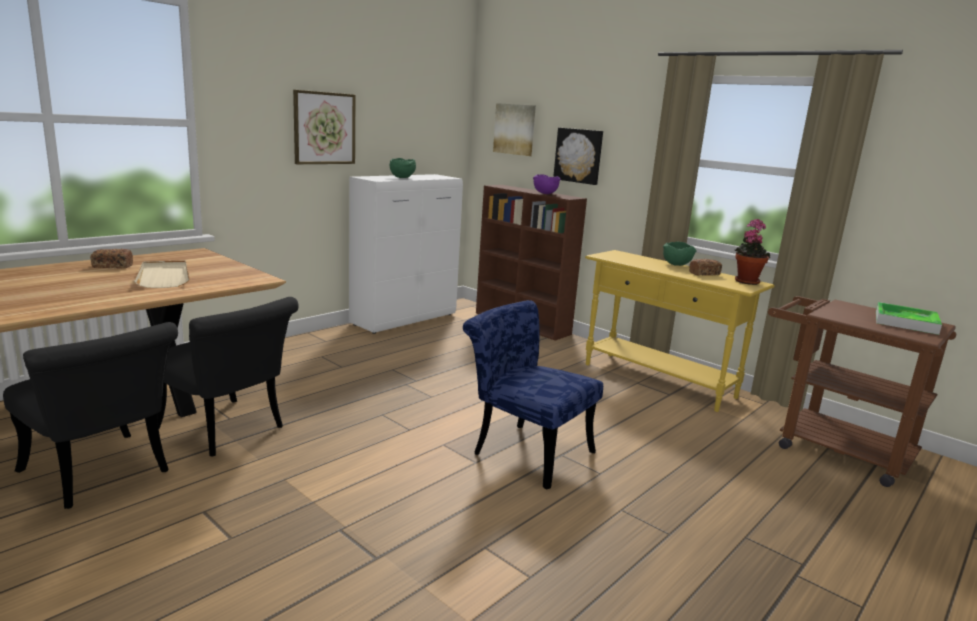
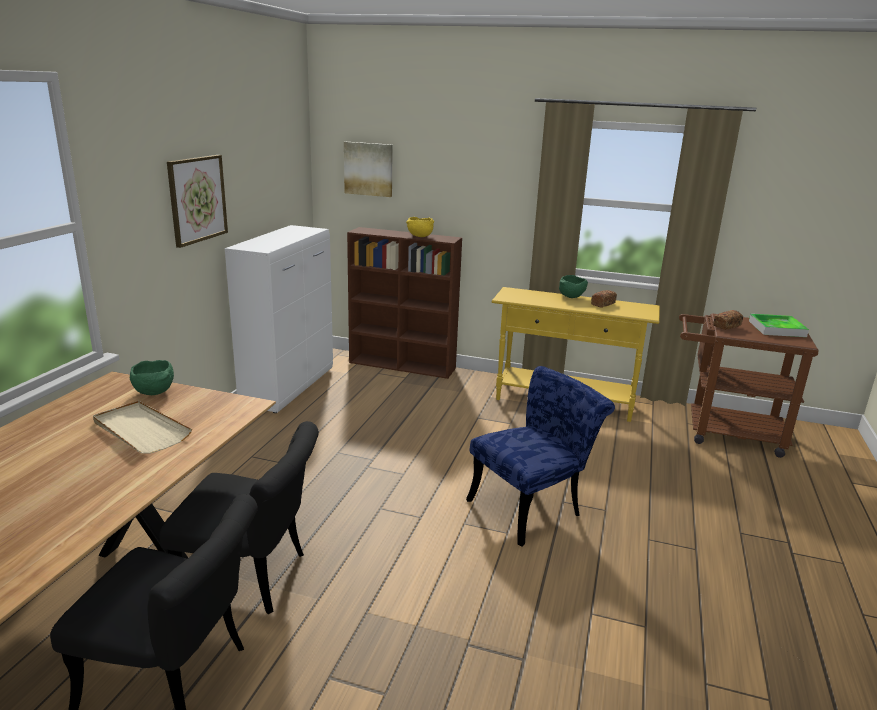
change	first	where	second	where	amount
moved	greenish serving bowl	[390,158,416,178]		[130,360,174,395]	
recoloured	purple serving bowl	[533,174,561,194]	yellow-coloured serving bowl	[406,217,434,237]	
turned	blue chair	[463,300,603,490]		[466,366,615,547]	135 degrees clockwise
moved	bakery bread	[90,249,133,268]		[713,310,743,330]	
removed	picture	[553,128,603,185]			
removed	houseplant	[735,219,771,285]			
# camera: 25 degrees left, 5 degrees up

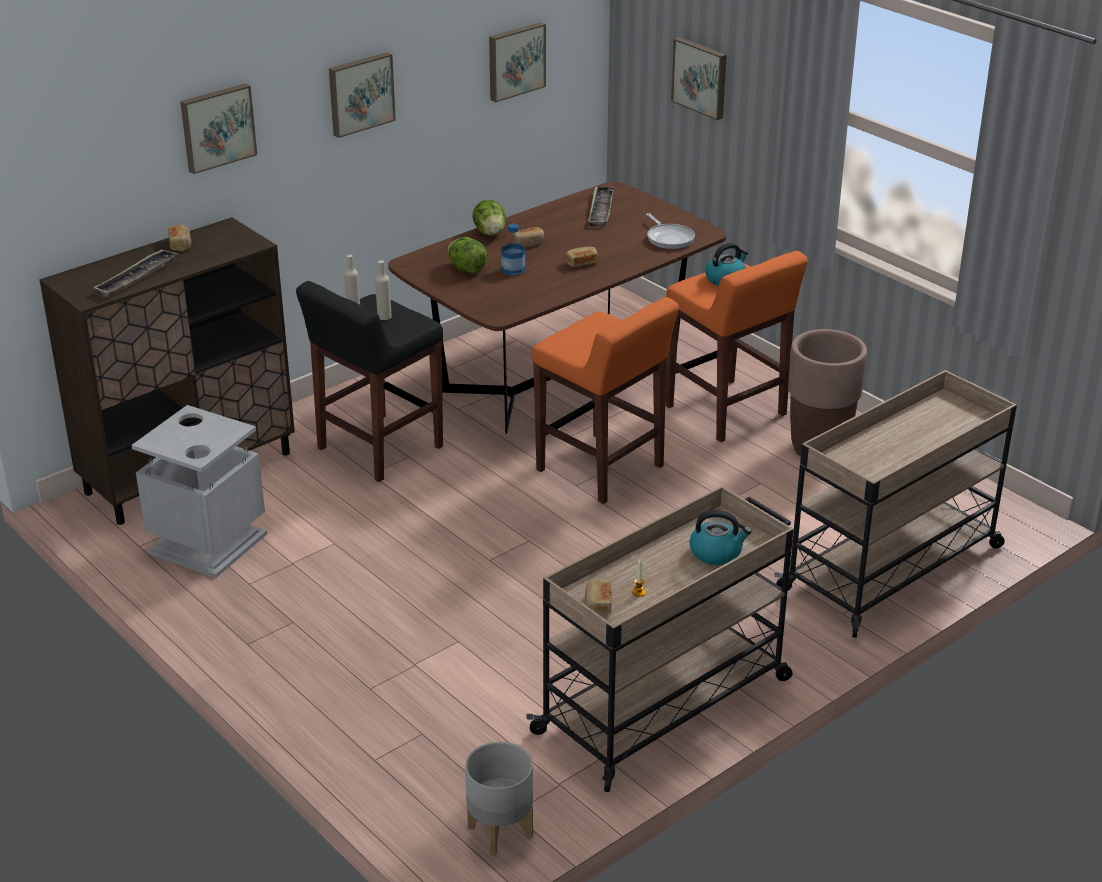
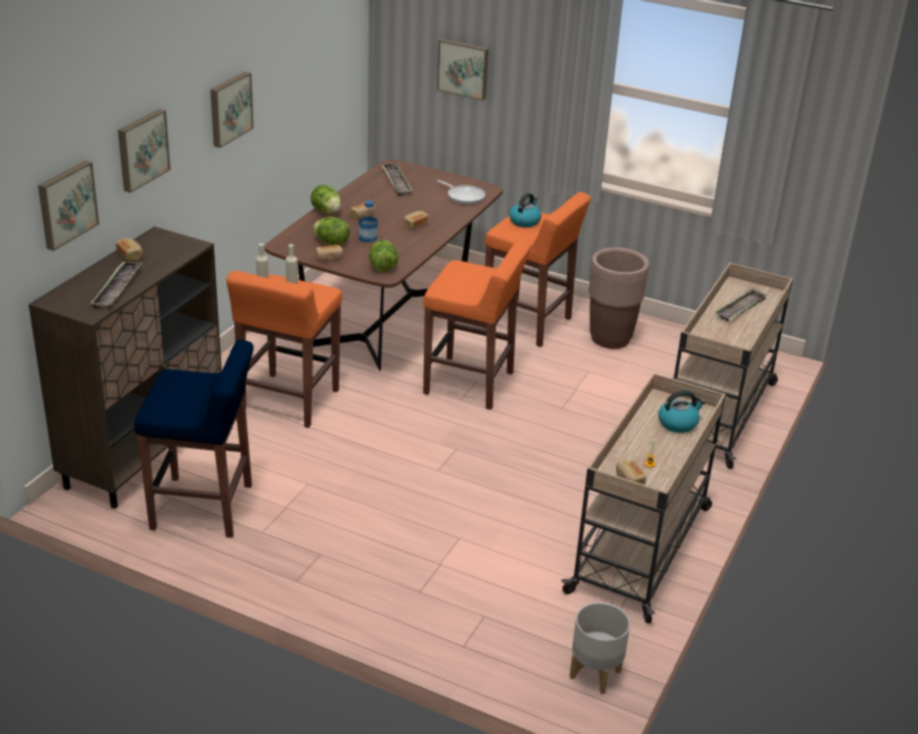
change	first	where	second	where	amount
moved	picture	[489,22,546,102]		[38,161,99,251]	
replaced	gray trash can	[131,405,267,578]	blue stool	[134,340,254,538]	
recoloured	blackish stool	[296,281,443,482]	orange stool	[226,271,342,428]	
added			bakery bread	[316,245,343,262]	
added			lettuce head	[369,240,398,272]	
added			carrying tray	[715,287,768,322]	
# camera: 25 degrees left, 0 degrees up

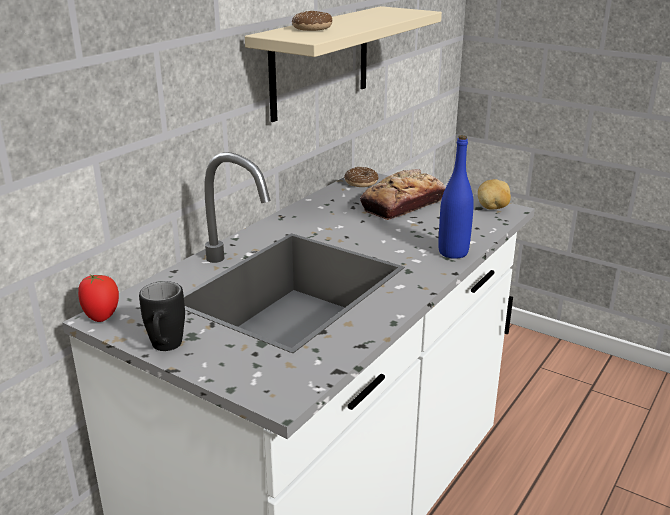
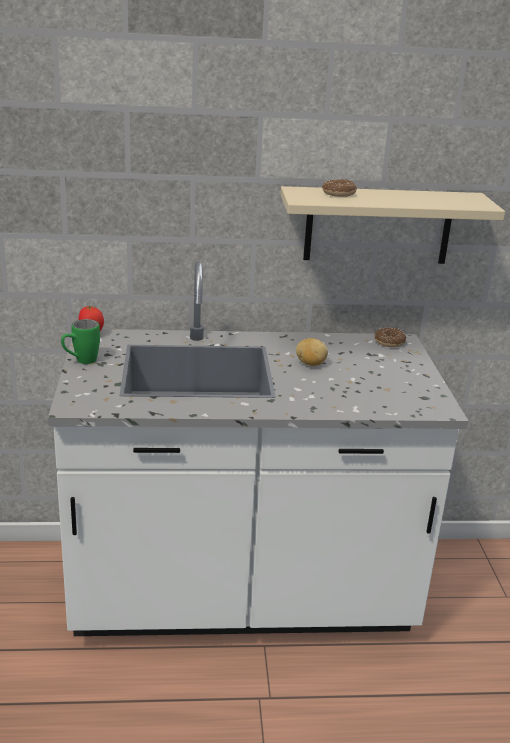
change	first	where	second	where	amount
recoloured	blackish mug	[139,281,185,351]	greenish mug	[61,319,100,364]	
moved	whole potato	[478,179,511,210]		[296,338,328,366]	
removed	bakery bread	[360,169,446,220]			
removed	blue beverage bottle	[438,135,474,259]			
# camera: 50 degrees right, 0 degrees up

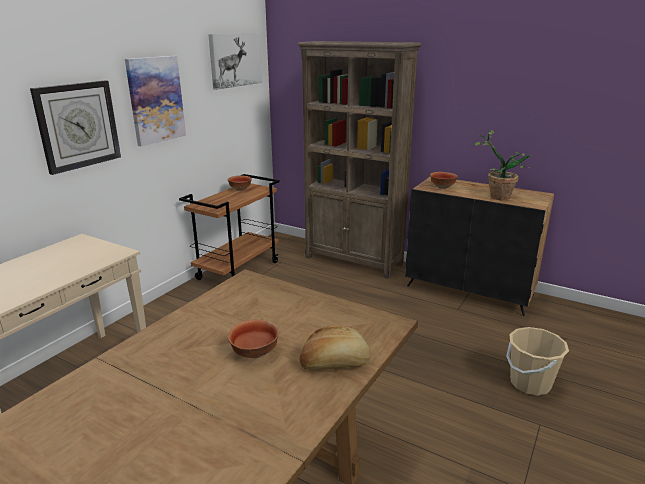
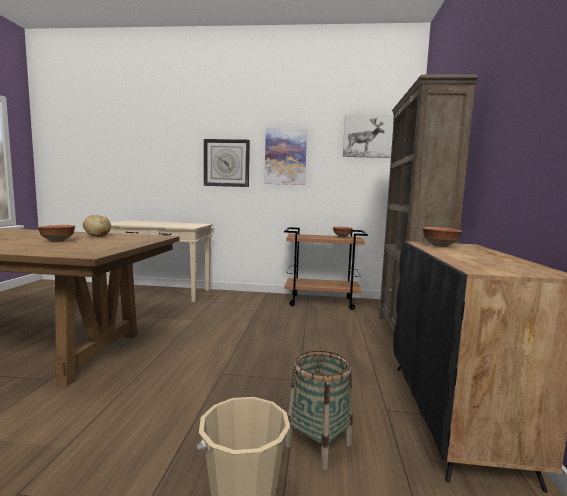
change	first	where	second	where	amount
moved	bakery bread	[299,325,371,371]		[83,215,111,237]	
added			household basket	[284,350,353,471]	
removed	houseplant	[475,130,532,200]			
# camera: 65 degrees right, 15 degrees down

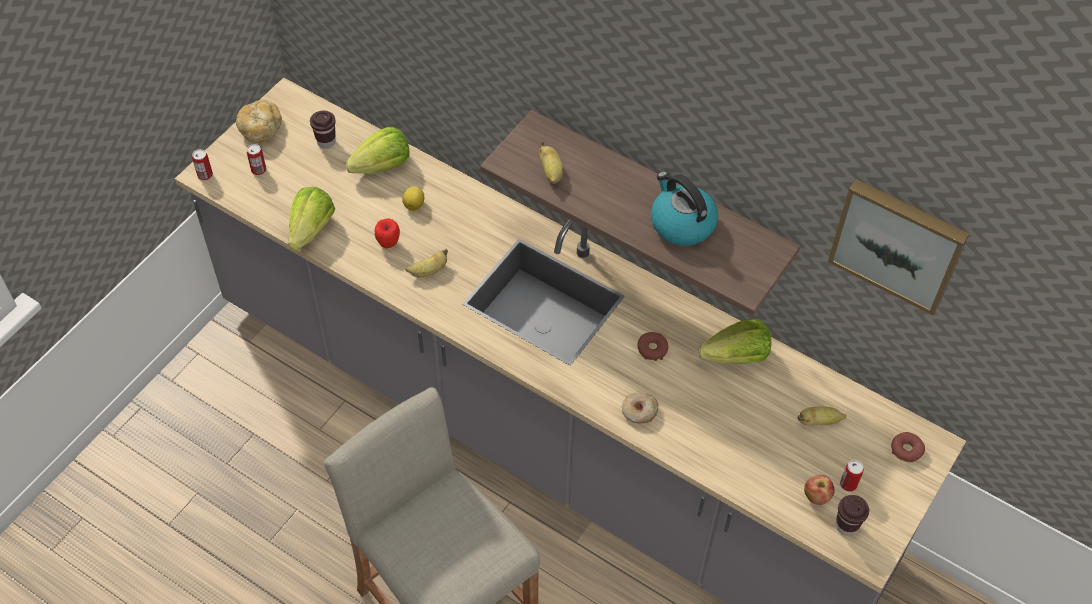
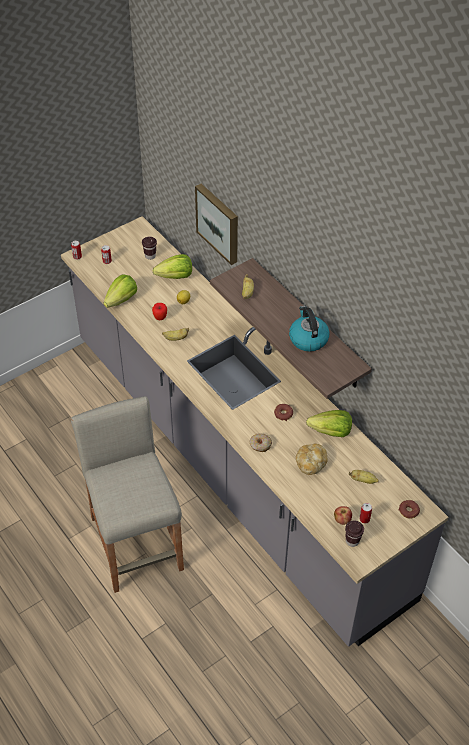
change	first	where	second	where	amount
moved	picture	[828,179,969,315]		[195,184,238,265]	
moved	bakery bread	[236,100,282,143]		[296,444,328,475]	
# camera: 20 degrees right, 5 degrees down

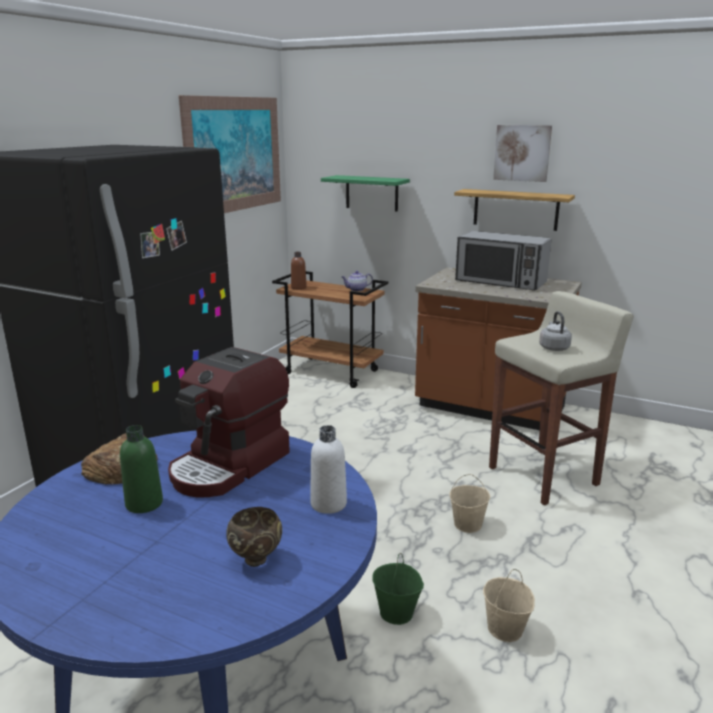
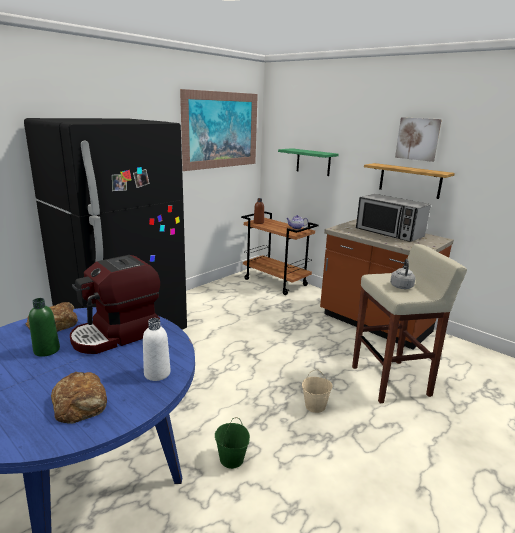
change	first	where	second	where	amount
replaced	brown-coloured serving bowl	[226,507,282,567]	bakery bread	[51,372,107,424]	
removed	sand-coloured pail	[483,569,535,642]			
# camera: 15 degrees right, 0 degrees up

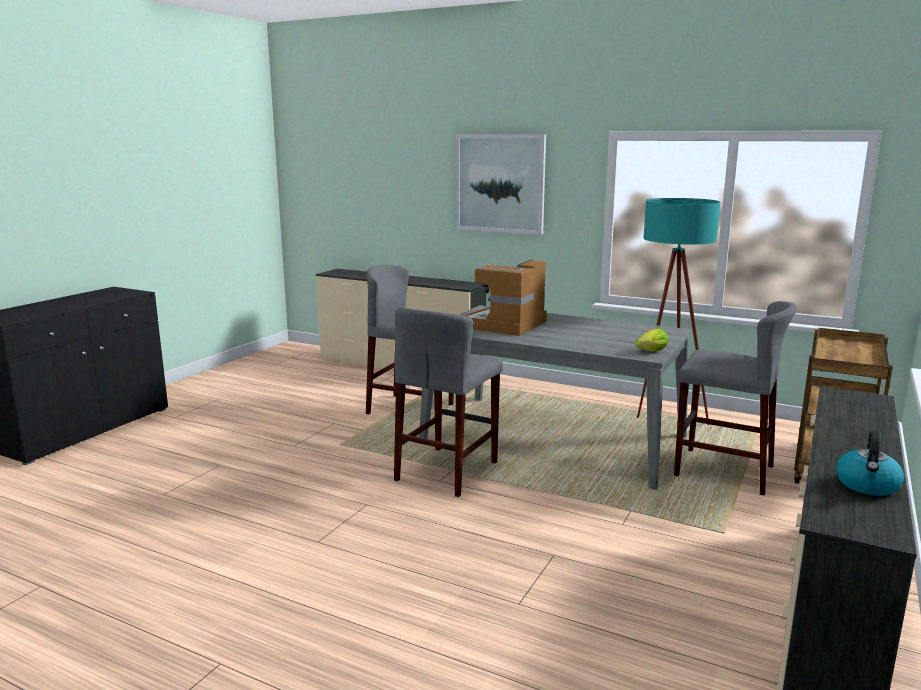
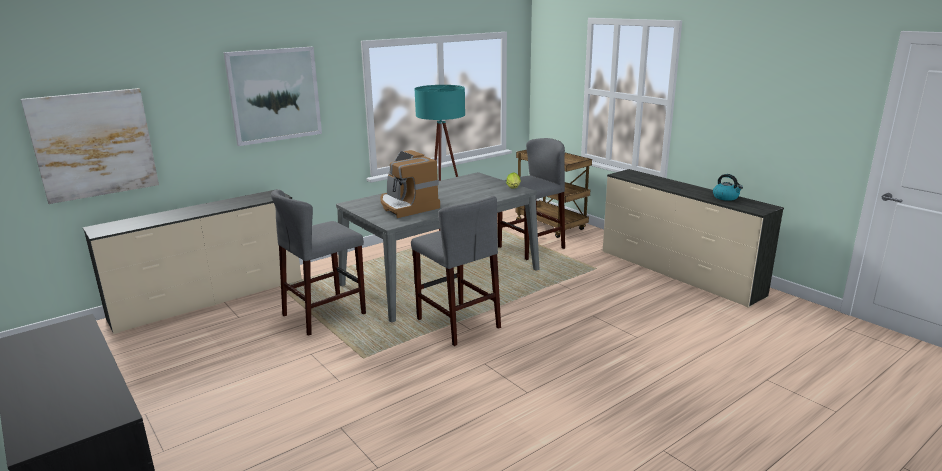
change	first	where	second	where	amount
added			picture	[21,88,159,204]	
# camera: 65 degrees left, 5 degrees up

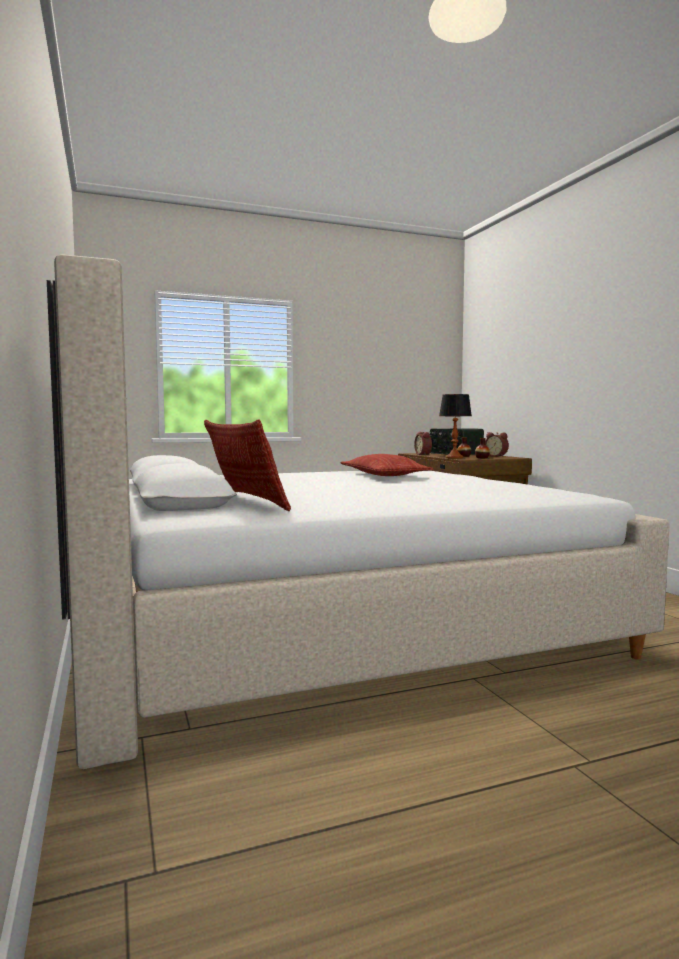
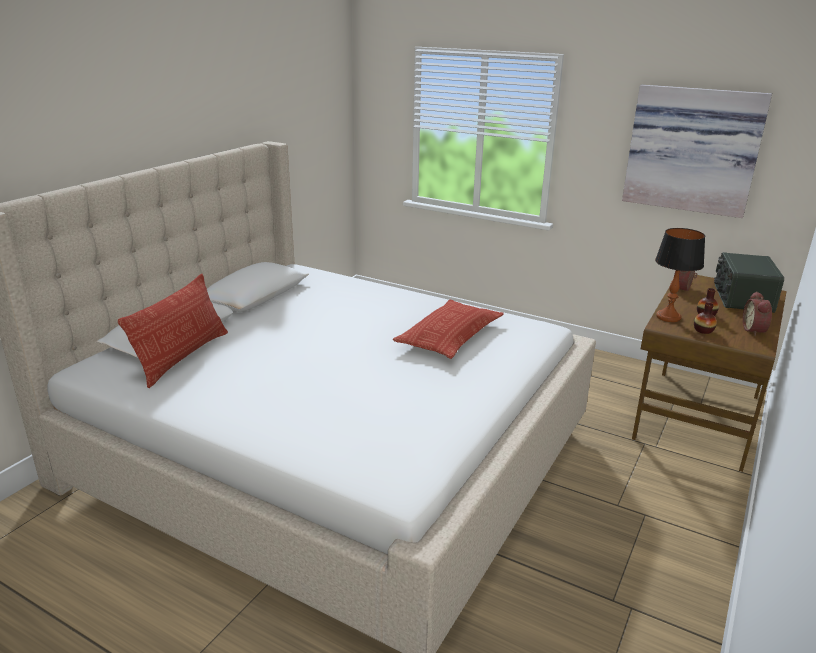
change	first	where	second	where	amount
added			picture	[622,85,772,218]	
# camera: 50 degrees right, 20 degrees up

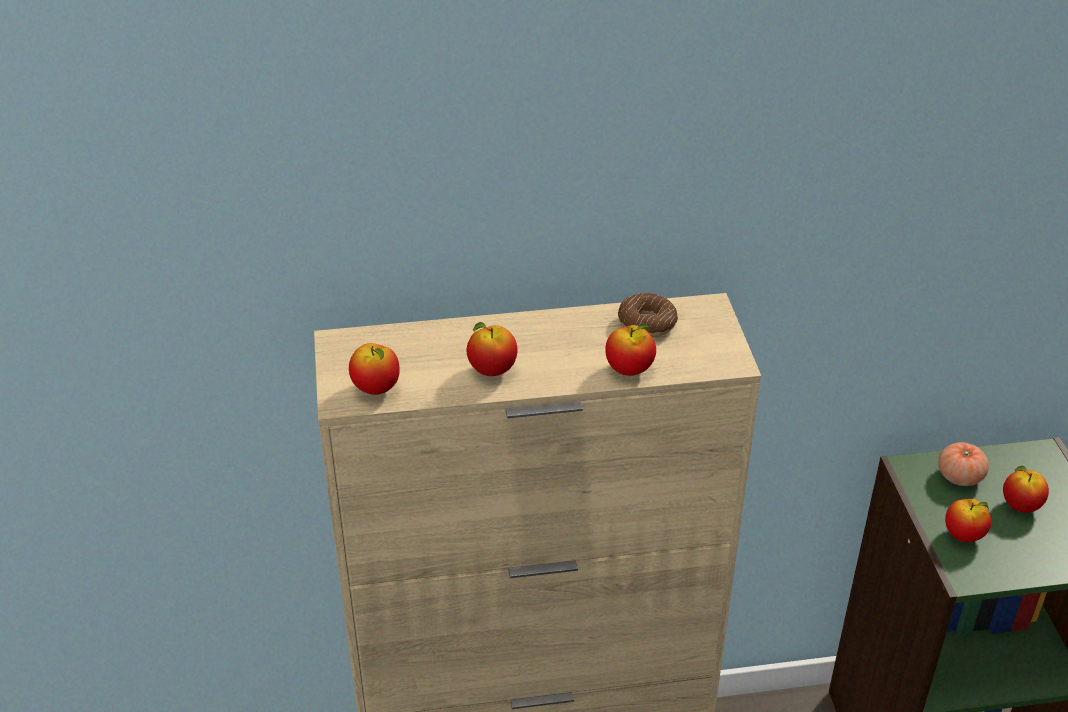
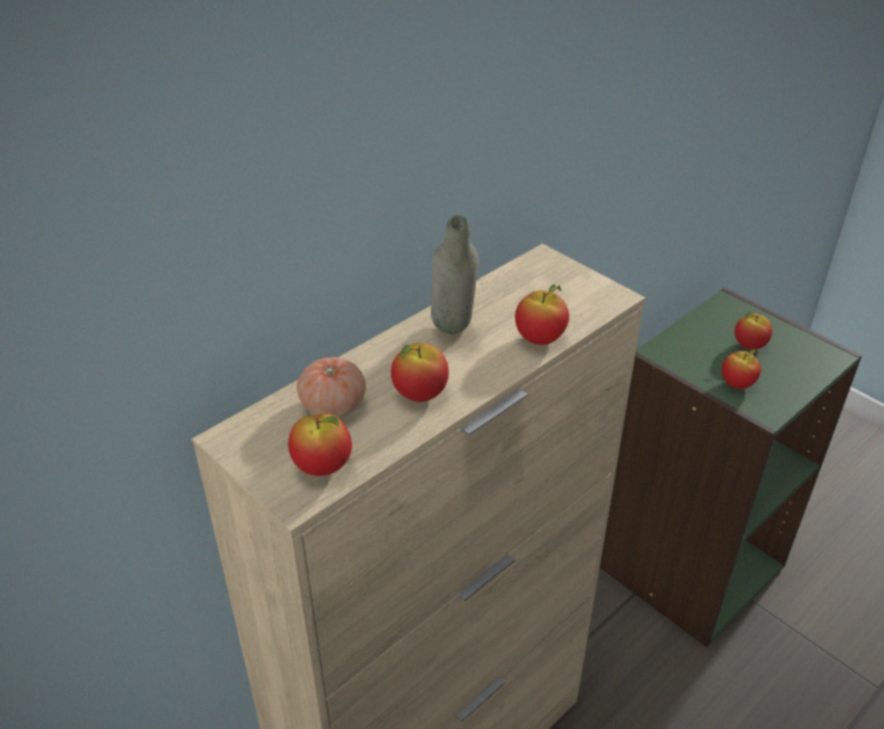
change	first	where	second	where	amount
moved	tomato	[938,442,989,486]		[297,357,366,417]	
added			gray beverage bottle	[431,215,479,334]	
removed	doughnut	[618,293,678,338]			
# camera: 35 degrees left, 0 degrees up

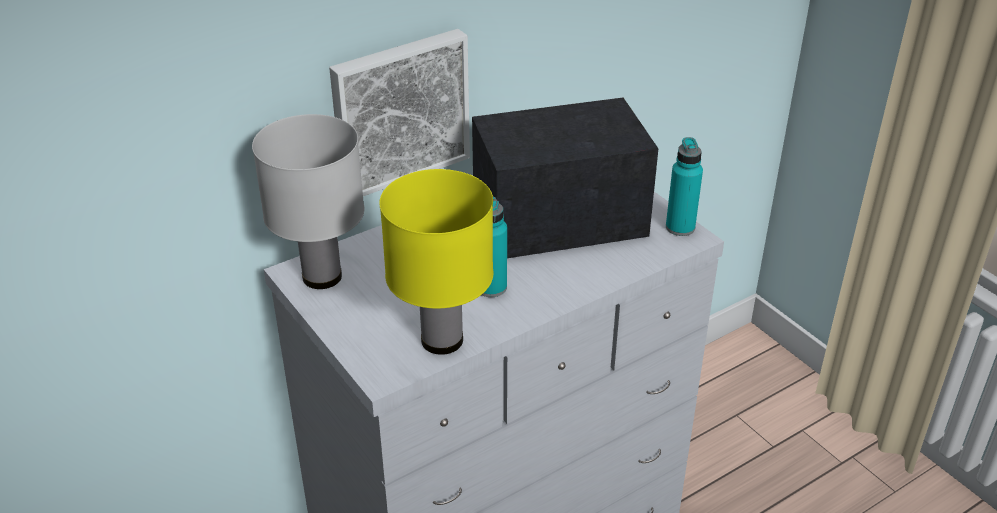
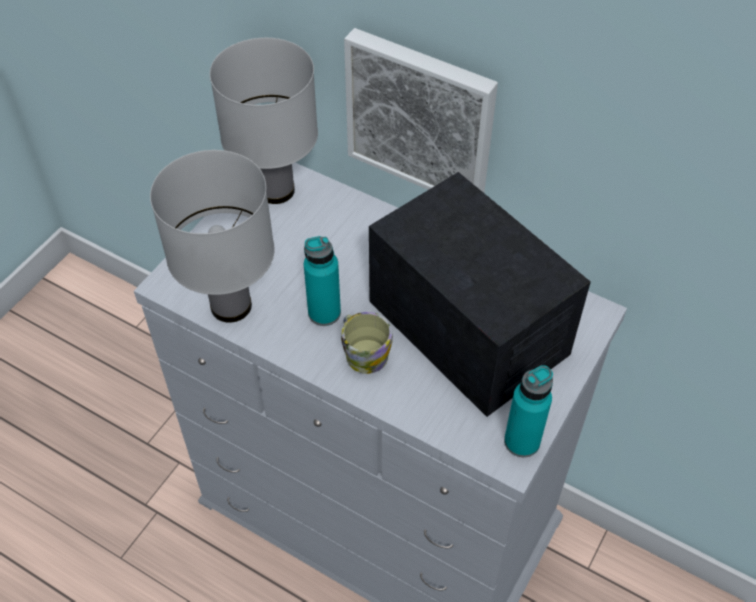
change	first	where	second	where	amount
recoloured	yellow-coloured table lamp	[379,169,493,355]	white-coloured table lamp	[150,150,275,323]	
added			mug	[341,312,393,374]	
# camera: 65 degrees right, 15 degrees up

